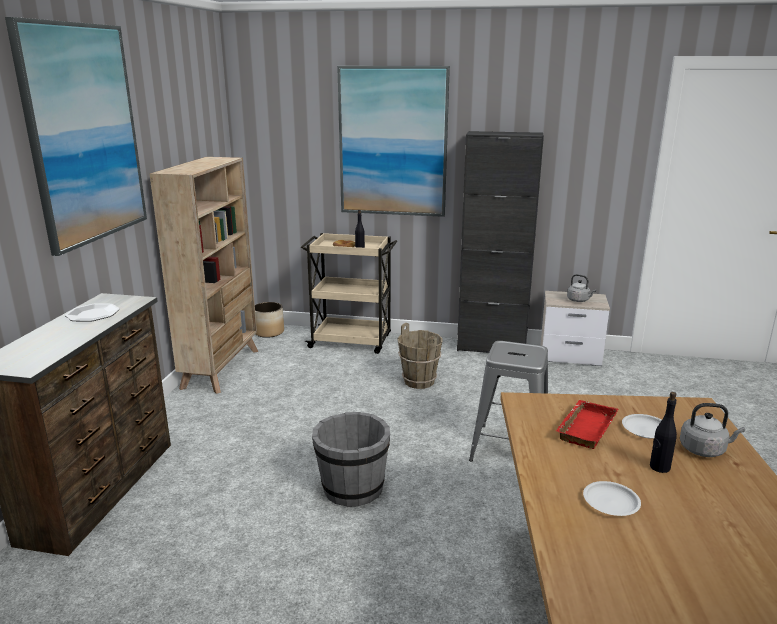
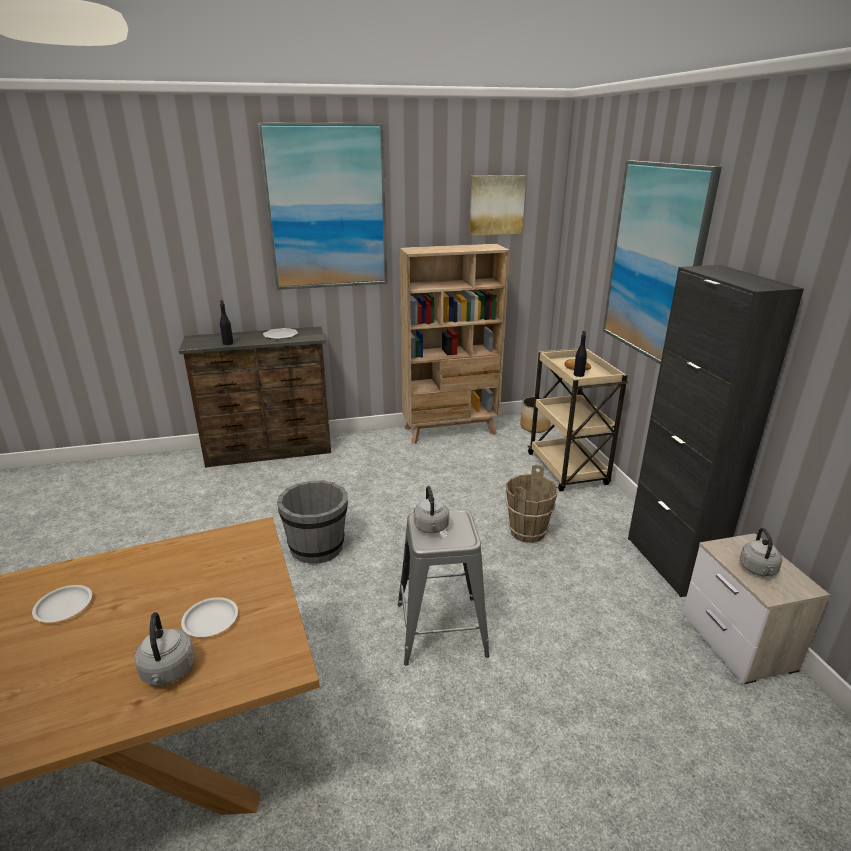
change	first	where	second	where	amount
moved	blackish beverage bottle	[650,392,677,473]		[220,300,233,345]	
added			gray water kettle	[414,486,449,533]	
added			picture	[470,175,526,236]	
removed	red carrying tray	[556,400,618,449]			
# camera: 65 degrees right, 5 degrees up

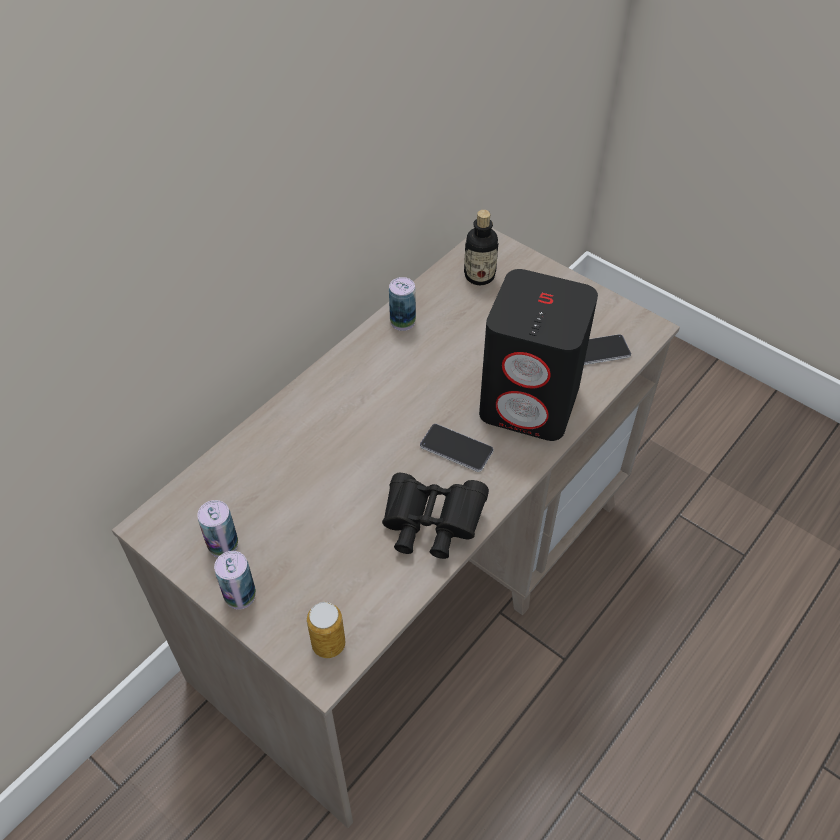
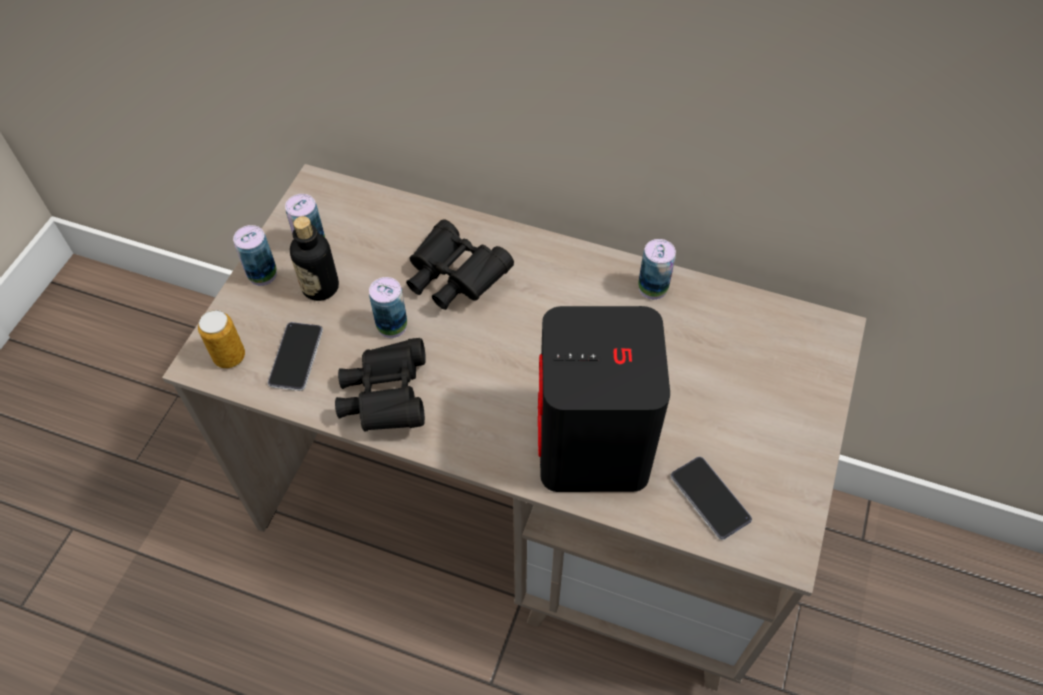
change	first	where	second	where	amount
moved	phone	[420,424,494,472]		[268,322,323,391]	
moved	beverage bottle	[464,210,499,285]		[289,216,339,301]	
added			metal can	[369,277,407,338]	
added			blackish pair of binoculars	[406,219,514,310]	
# camera: 70 degrees right, 5 degrees up

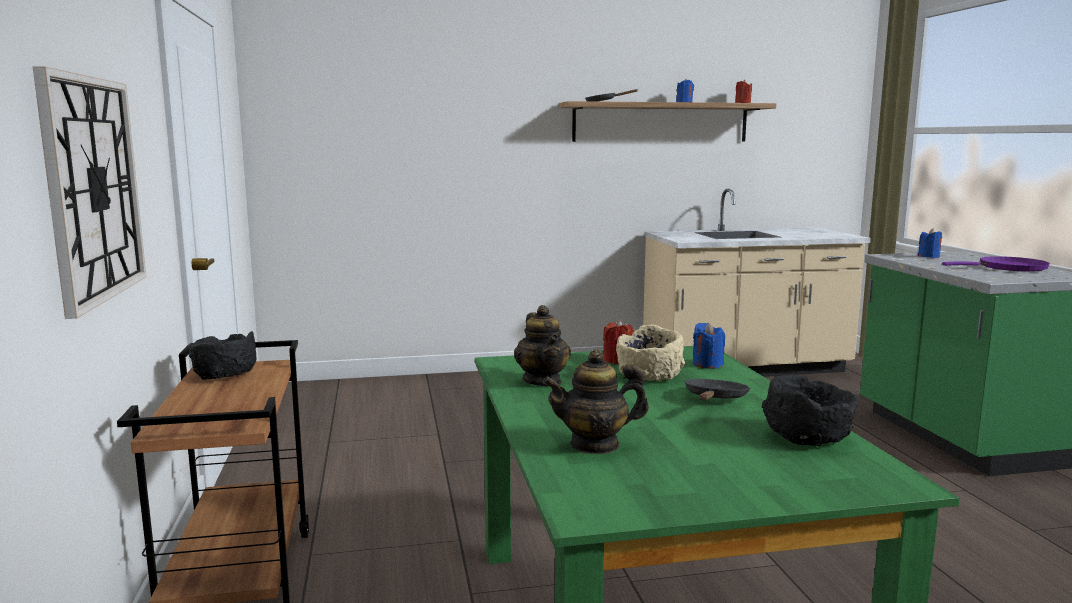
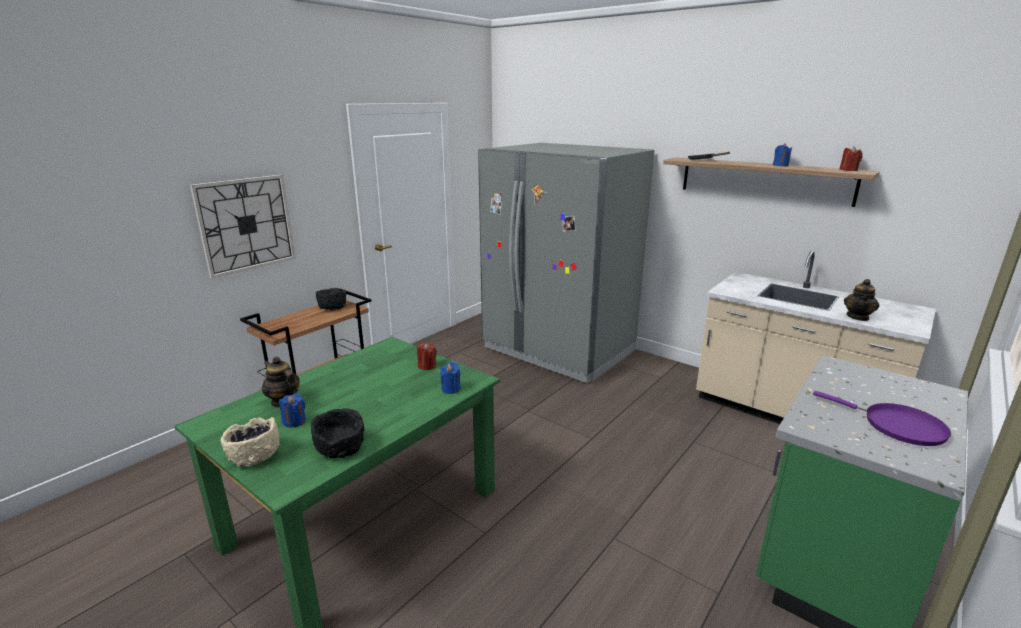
change	first	where	second	where	amount
moved	sand-coloured serving bowl	[616,324,685,382]		[221,417,280,468]	
moved	blue candle	[918,228,942,258]		[279,393,306,428]	
added			gray fridge	[478,143,654,383]	
moved	teapot	[514,305,571,386]		[844,279,880,321]	
removed	blackish pan	[684,379,750,400]			
# camera: 50 degrees right, 10 degrees up

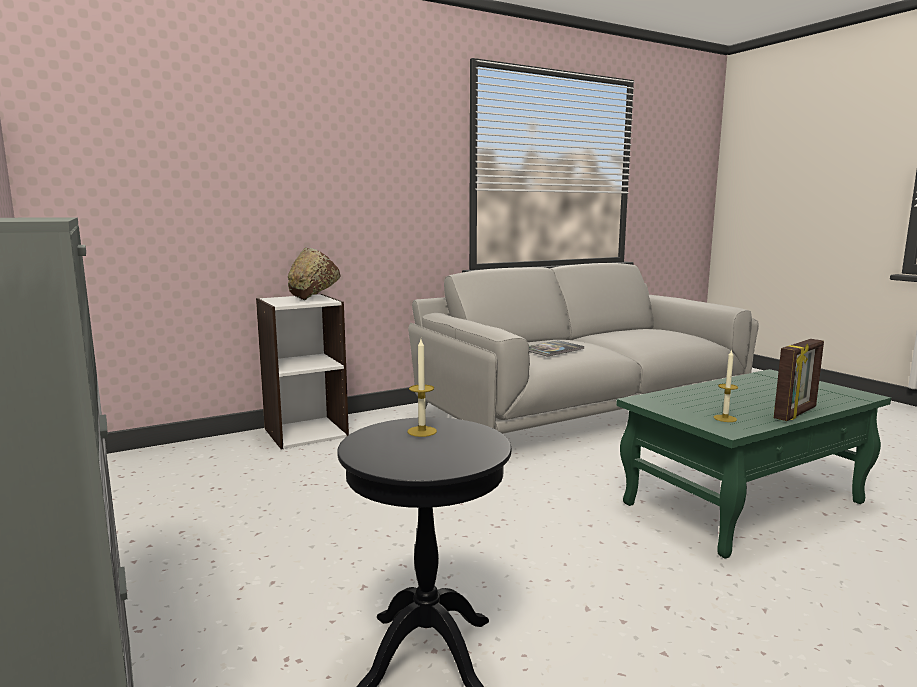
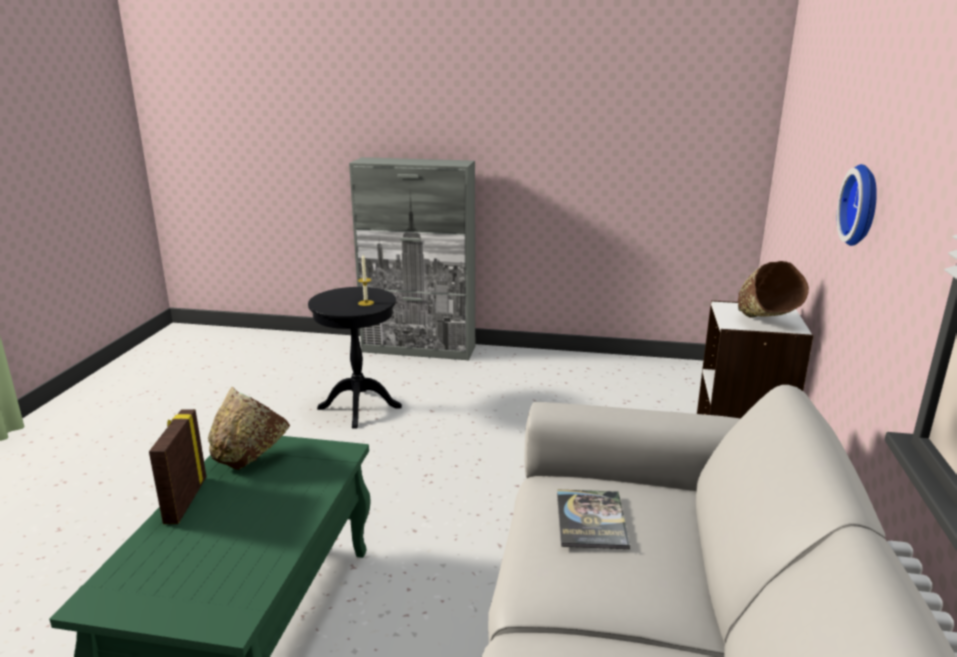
change	first	where	second	where	amount
replaced	candle	[714,349,738,422]	brown-coloured serving bowl	[208,387,290,470]	
added			hanging clock	[837,164,877,246]	
# camera: 130 degrees right, 10 degrees up

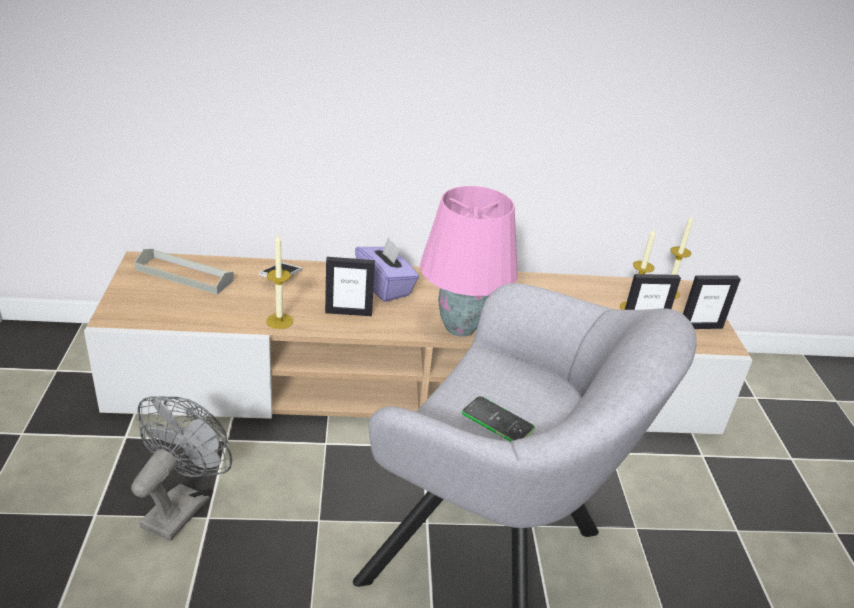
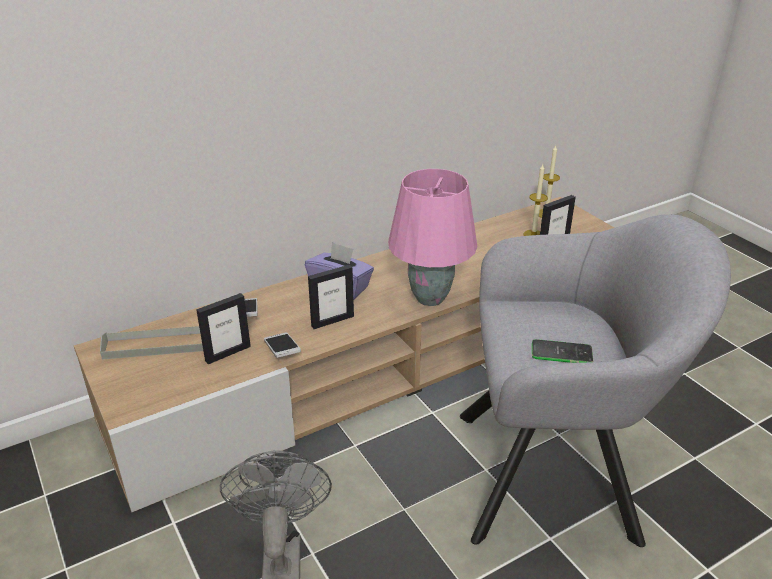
change	first	where	second	where	amount
moved	photo frame	[683,276,741,329]		[196,293,251,364]	
replaced	candle	[266,235,293,329]	phone	[264,332,301,358]	
# camera: 25 degrees left, 0 degrees up

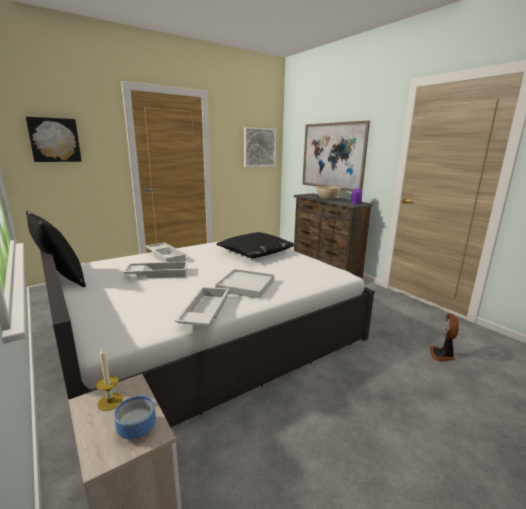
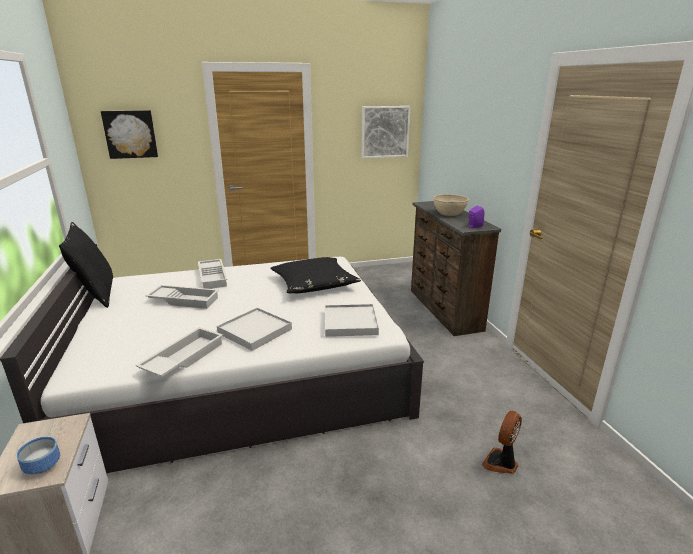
change	first	where	second	where	amount
added			white-coloured carrying tray	[325,304,379,337]	
removed	candle	[96,348,123,411]			
removed	picture	[302,120,370,192]			
# camera: 20 degrees right, 5 degrees up

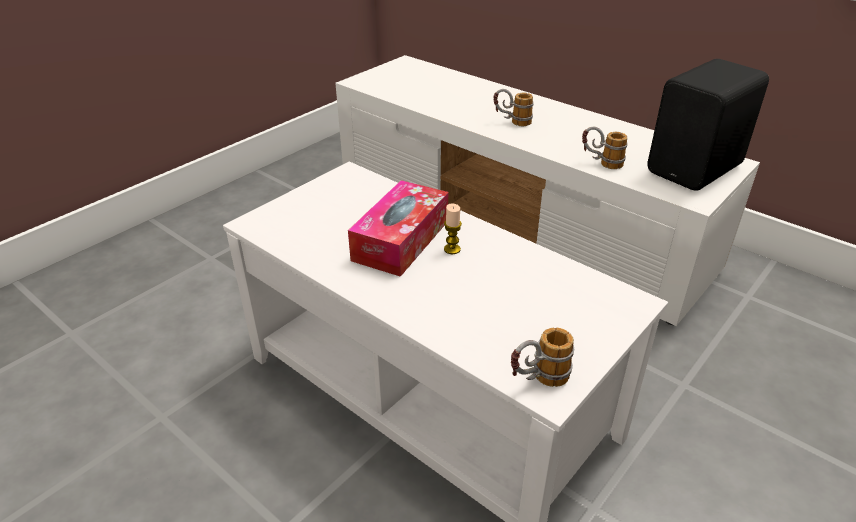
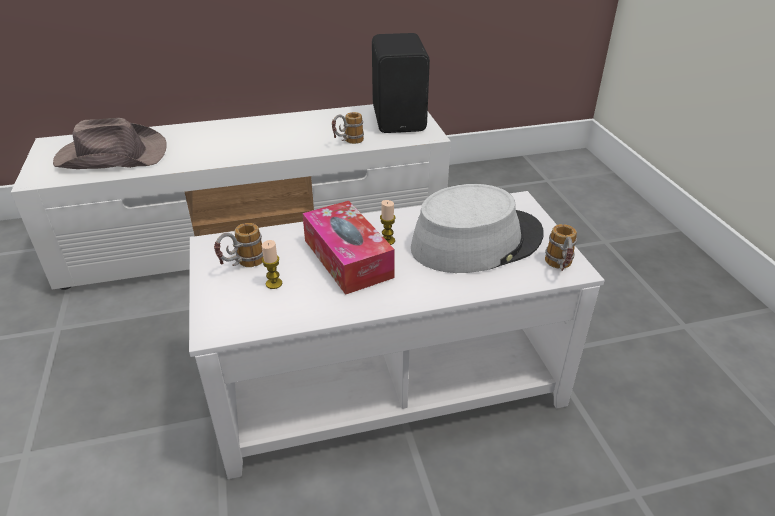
change	first	where	second	where	amount
added			brown-coloured wearable hat	[53,118,167,169]	
moved	mug	[494,89,534,126]		[214,223,263,267]	
added			candle	[262,240,282,289]	
added			gray wearable hat	[411,184,543,273]	
# camera: 55 degrees left, 0 degrees up

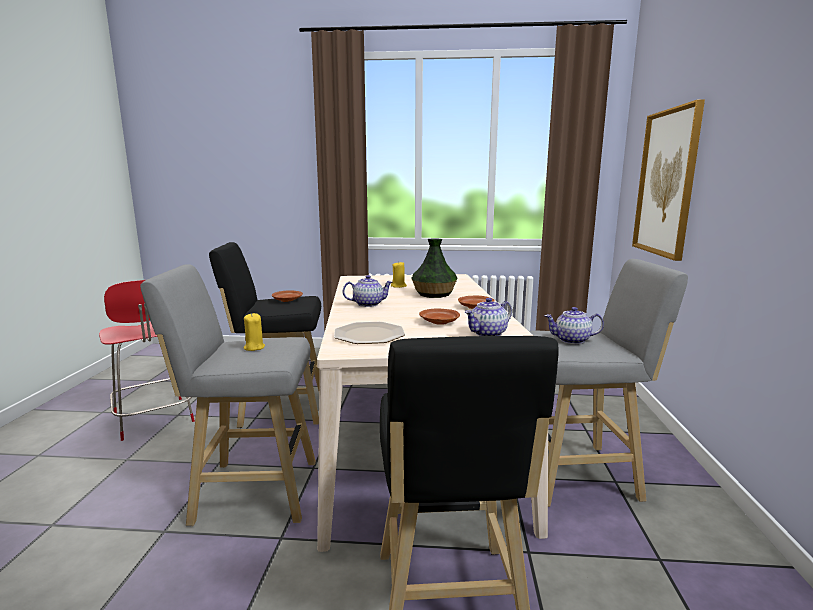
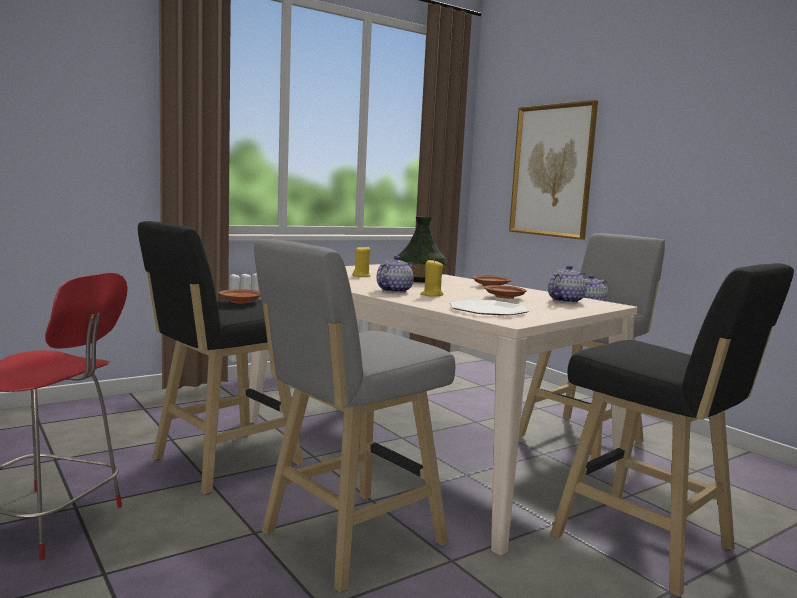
change	first	where	second	where	amount
moved	yellow-coloured candle	[244,313,265,351]		[420,259,444,297]	
turned	teapot	[465,298,512,336]		[548,265,586,303]	150 degrees counterclockwise
# camera: 40 degrees left, 5 degrees down

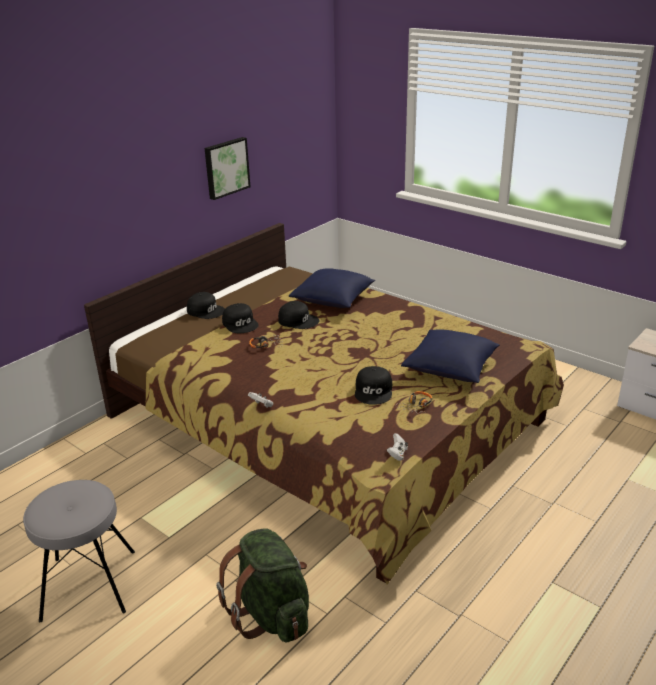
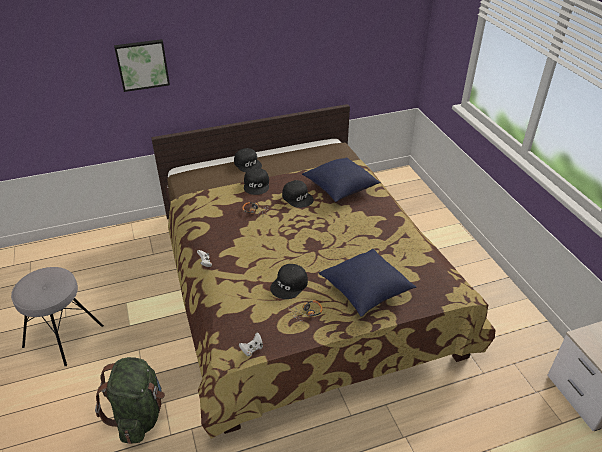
change	first	where	second	where	amount
moved	picture	[204,137,251,200]		[114,39,170,92]	
# camera: 30 degrees right, 10 degrees up

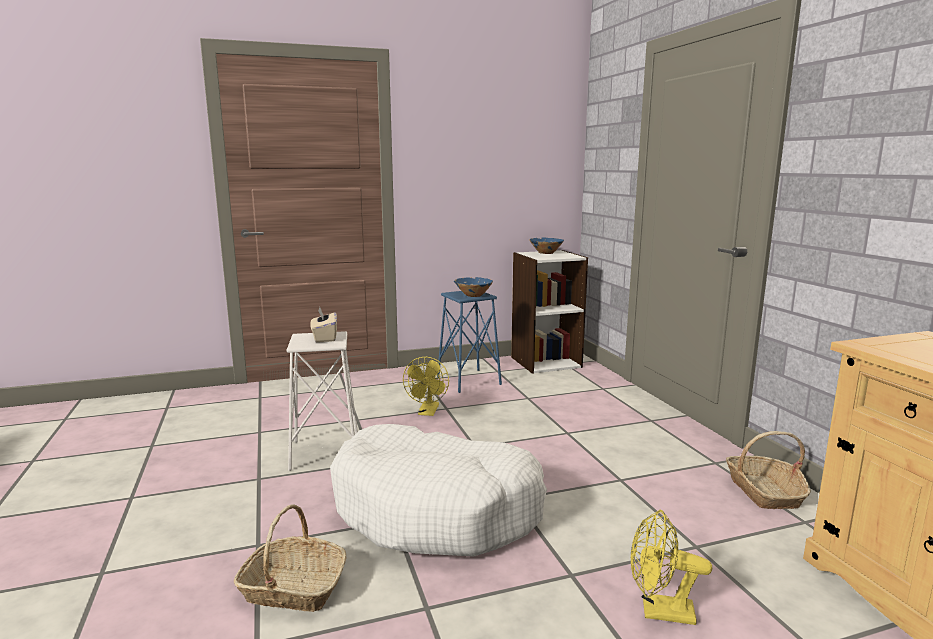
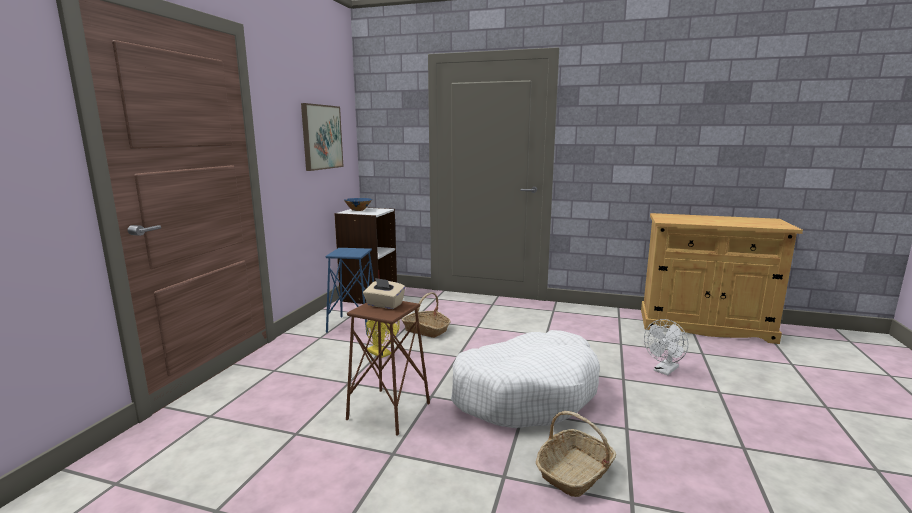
change	first	where	second	where	amount
added			picture	[301,103,344,171]	
recoloured	white-coloured stool	[287,331,358,471]	brown-coloured stool	[346,301,430,436]	
moved	household basket	[726,431,811,509]		[402,292,451,338]	
recoloured	yellow-coloured fan	[631,510,712,625]	white-coloured fan	[644,319,688,375]	
removed	blue serving bowl	[454,277,493,297]			
# camera: 55 degrees left, 0 degrees up

